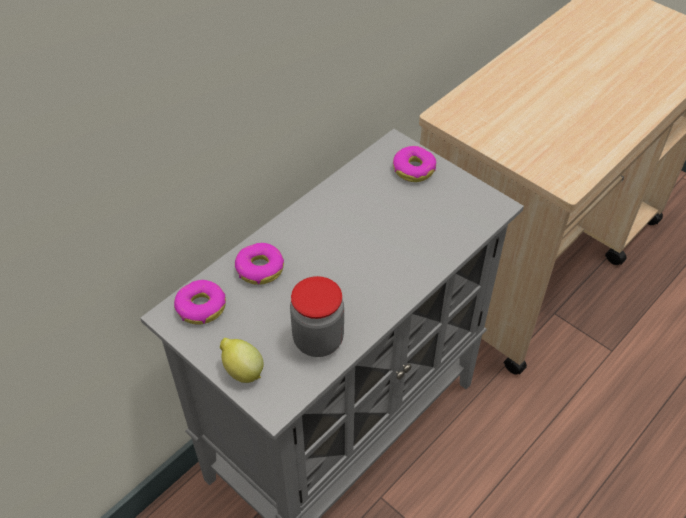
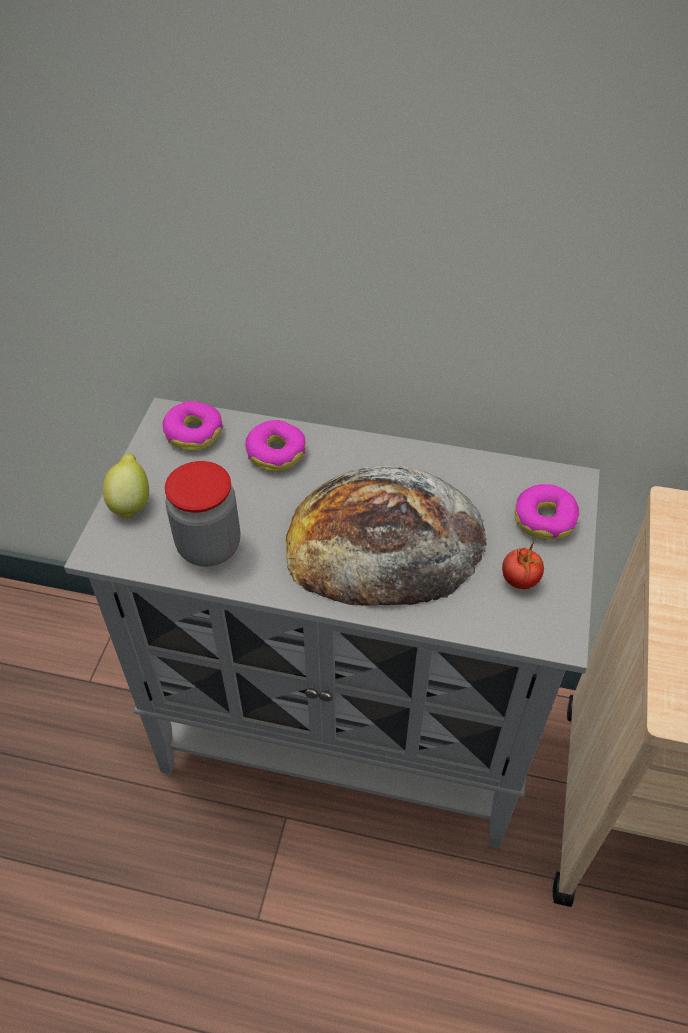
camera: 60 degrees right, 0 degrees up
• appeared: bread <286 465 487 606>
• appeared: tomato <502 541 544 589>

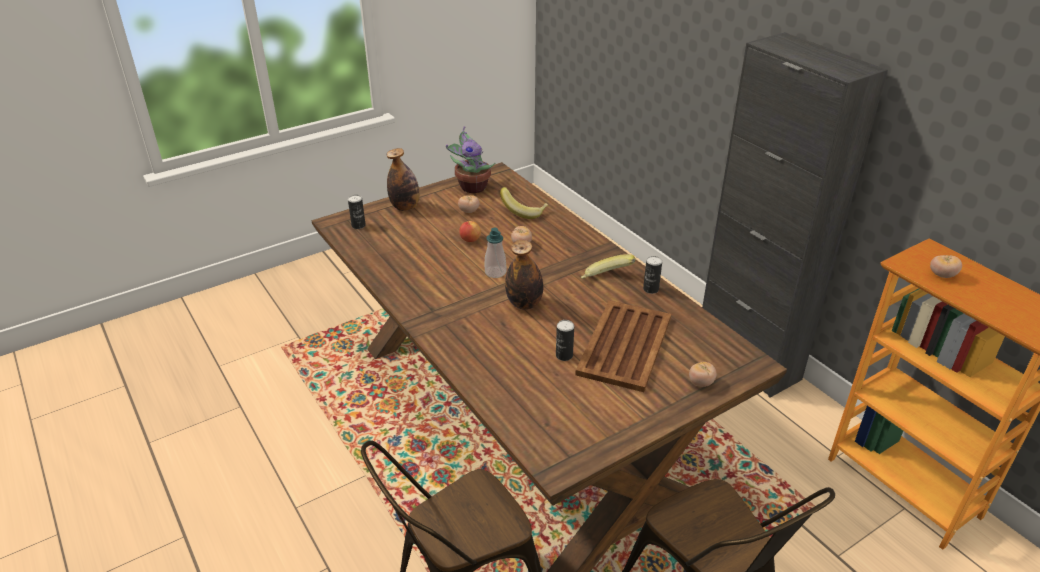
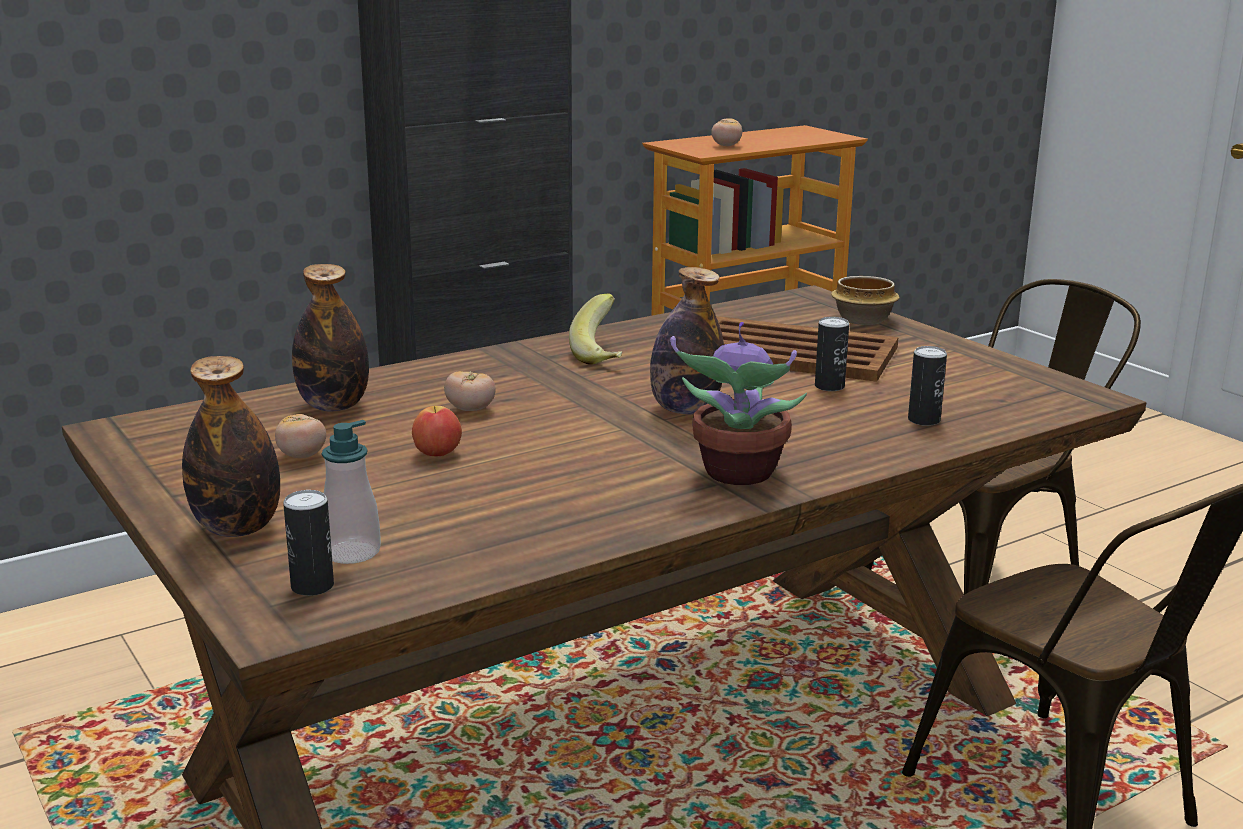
camera: 90 degrees left, 15 degrees down
• exchanged: banana <500 187 549 219> to bottle <292 264 369 412>
• relocated: soap dispenser <485 228 506 278> to <322 420 381 564>
• relocated: potted plant <446 126 496 193> to <670 322 807 485>
• exchanged: tomato <689 362 716 387> to bowl <831 276 900 325>
• relocated: can <643 256 662 294> to <908 346 947 426>

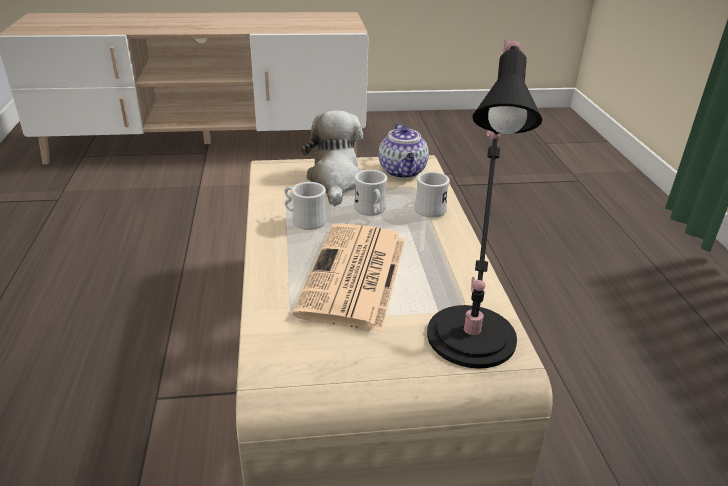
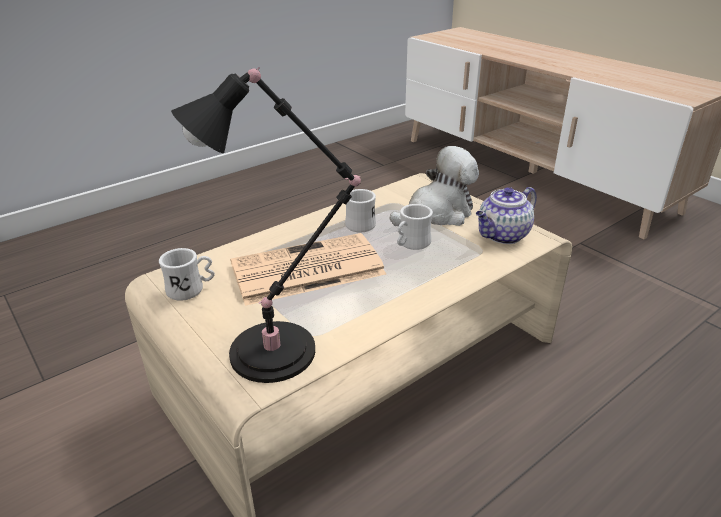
camera: 60 degrees right, 0 degrees up
• relocated: white mug <414 171 450 218> to <159 248 215 301>

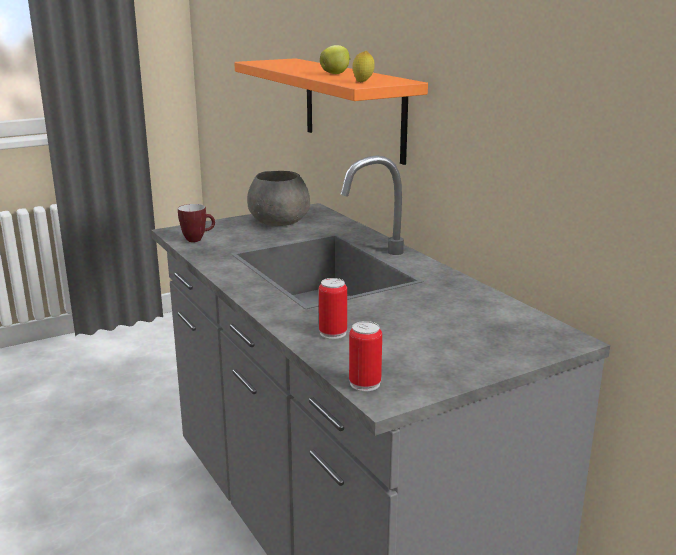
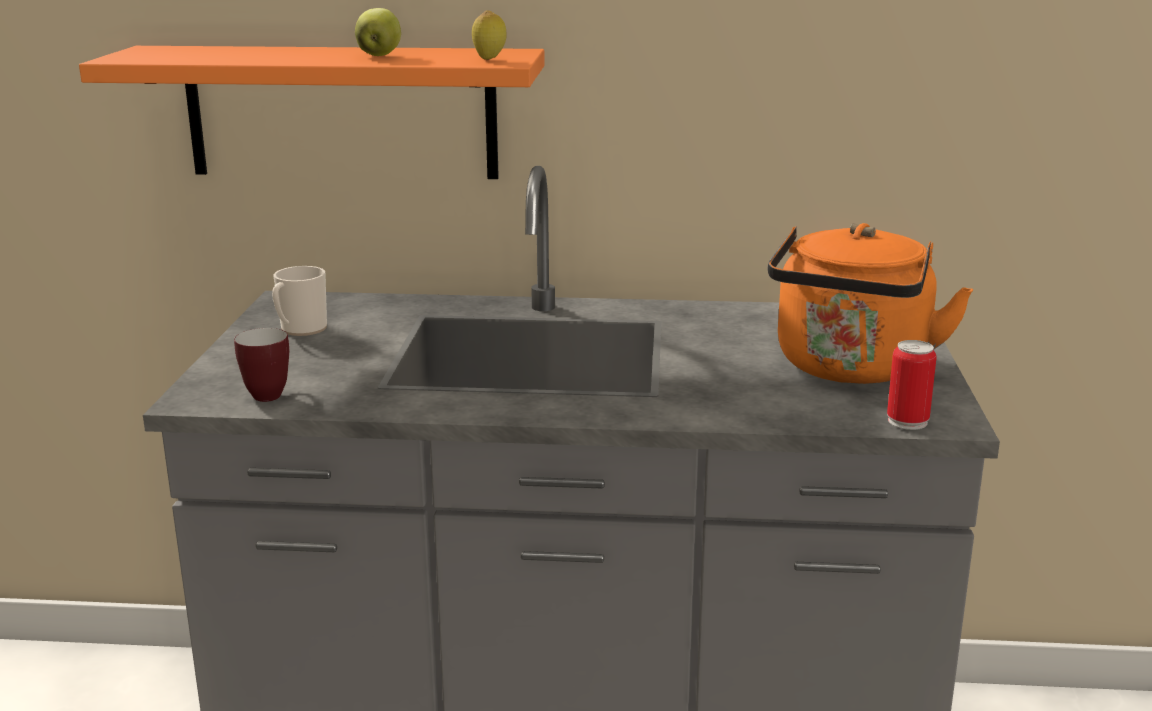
camera: 55 degrees left, 0 degrees up
• exchanged: grey bowl <247 171 310 226> to mug <272 266 327 336>
• appeared: orange kettle <768 223 973 384>
• missing: can <319 278 347 339>

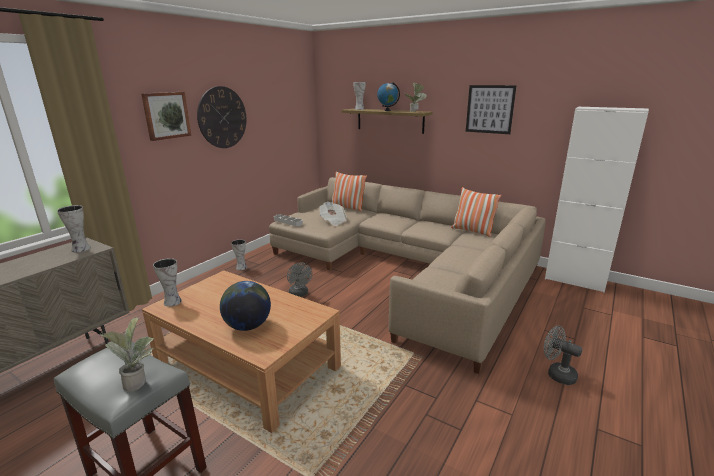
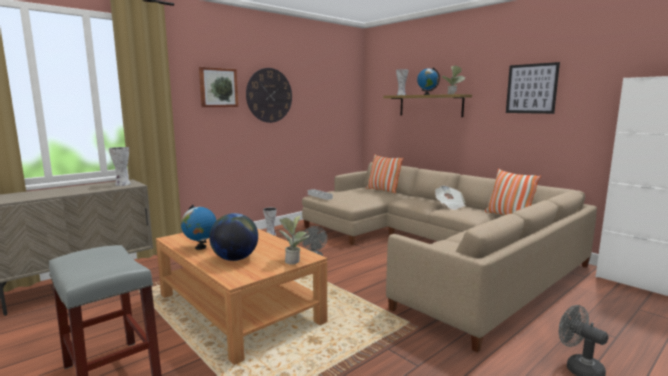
camera: 15 degrees right, 10 degrees down
• appeared: globe <181 205 217 250>
• relocated: potted plant <100 317 154 391> to <279 216 309 265>
• relocated: newspaper <319 202 347 226> to <435 186 466 210>
• missing: vase <153 258 182 307>

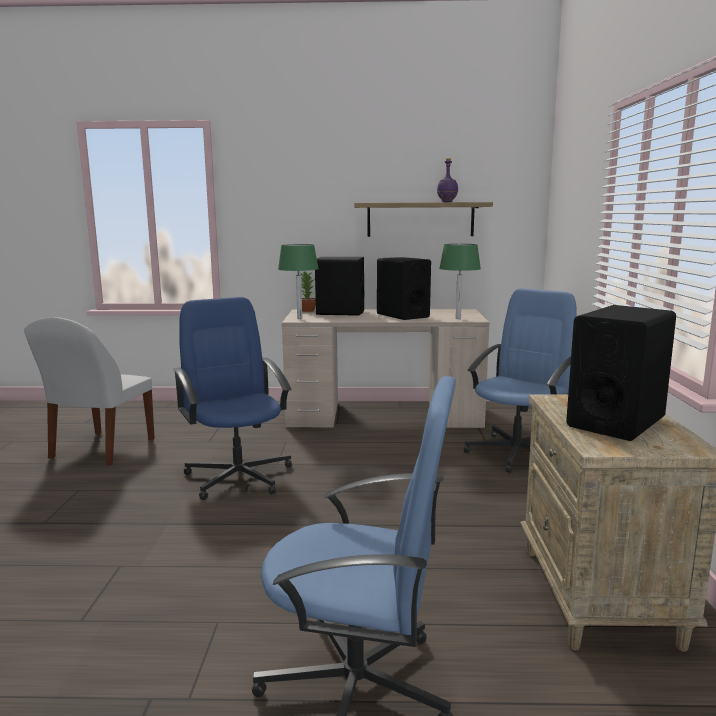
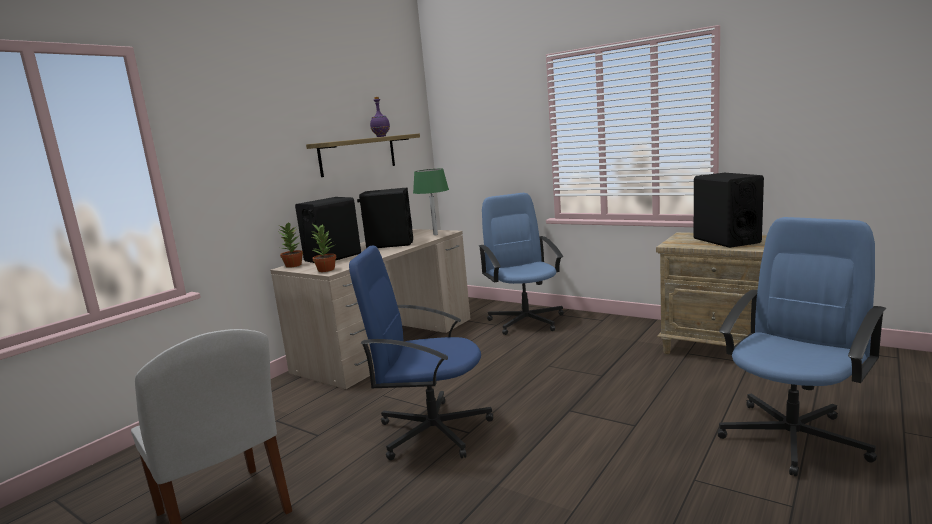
camera: 55 degrees left, 0 degrees up
• exchanged: green table lamp <278 244 319 319> to potted plant <311 224 336 272>

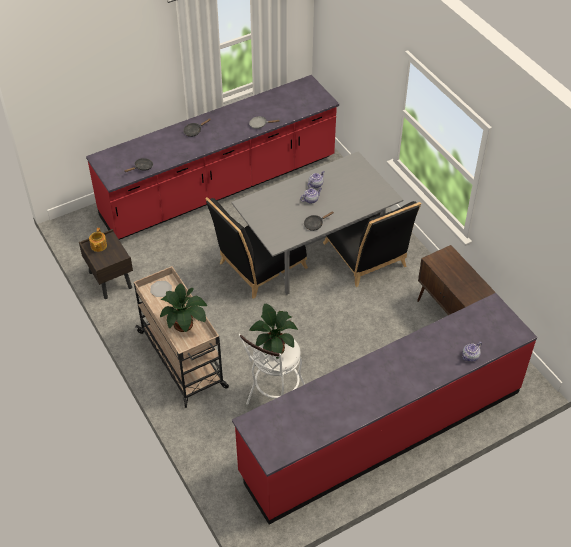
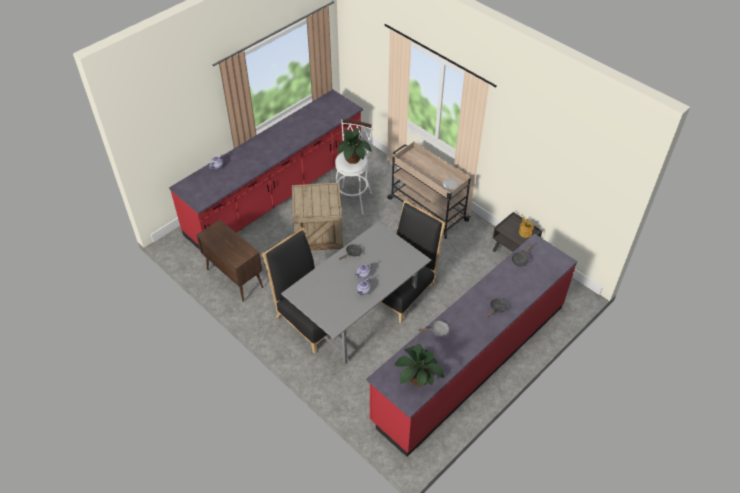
camera: 165 degrees right, 0 degrees up
• appeared: crate <292 182 343 251>
• relocated: potted plant <160 283 207 332> to <395 344 444 387>

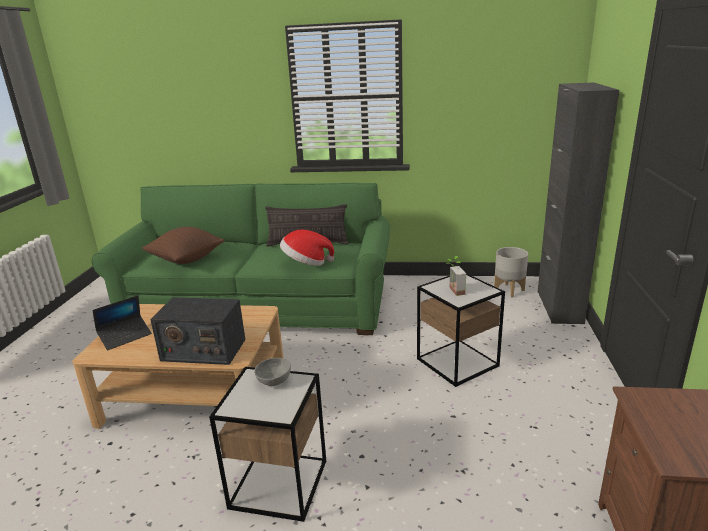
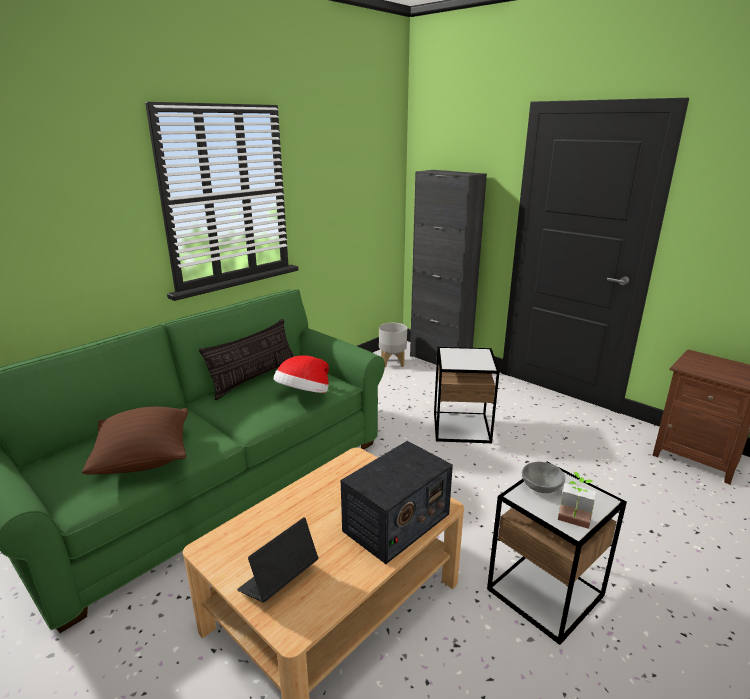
camera: 55 degrees left, 0 degrees up
• spun: laptop <93 295 152 350> = <237 517 318 603> 135 degrees counterclockwise
• relocated: potted plant <446 256 466 296> to <558 472 596 529>

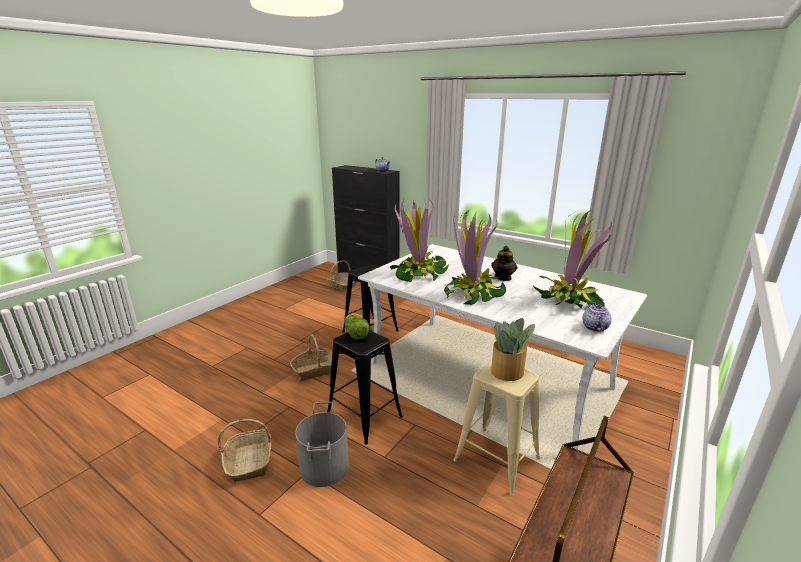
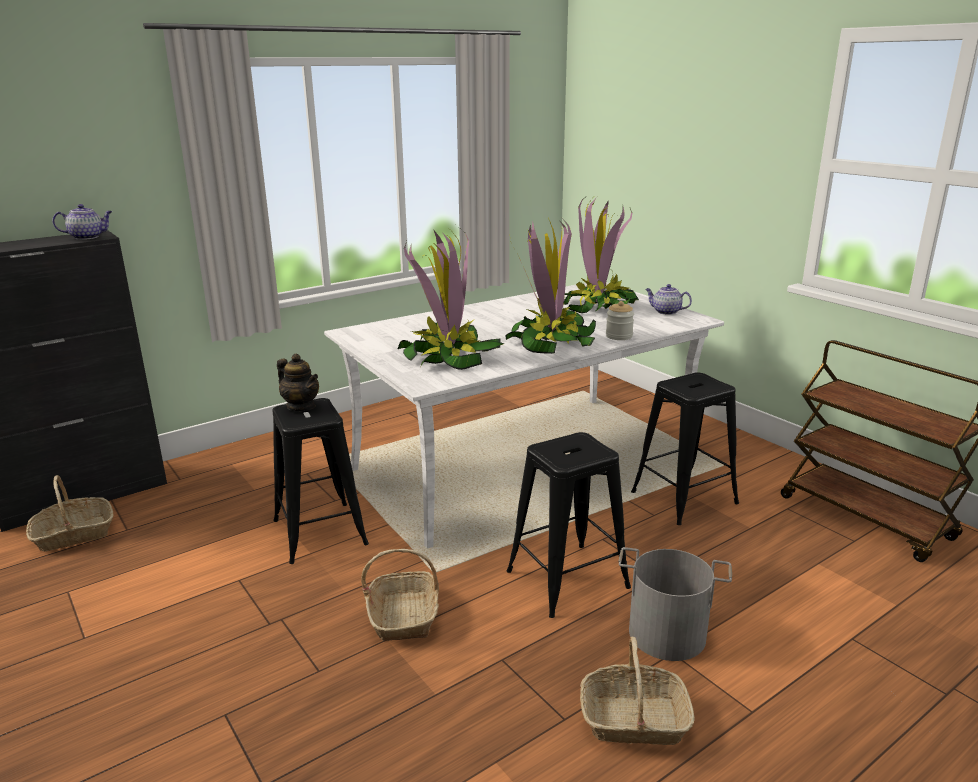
camera: 70 degrees left, 0 degrees up
• relocated: teapot <491 246 517 281> to <277 354 319 411>
• appeared: jar <606 301 634 340>
• colour: beige stool <454 359 540 495> to black stool <631 372 739 525>
• missing: lettuce <344 315 369 339>
• missing: potted plant <491 318 535 381>

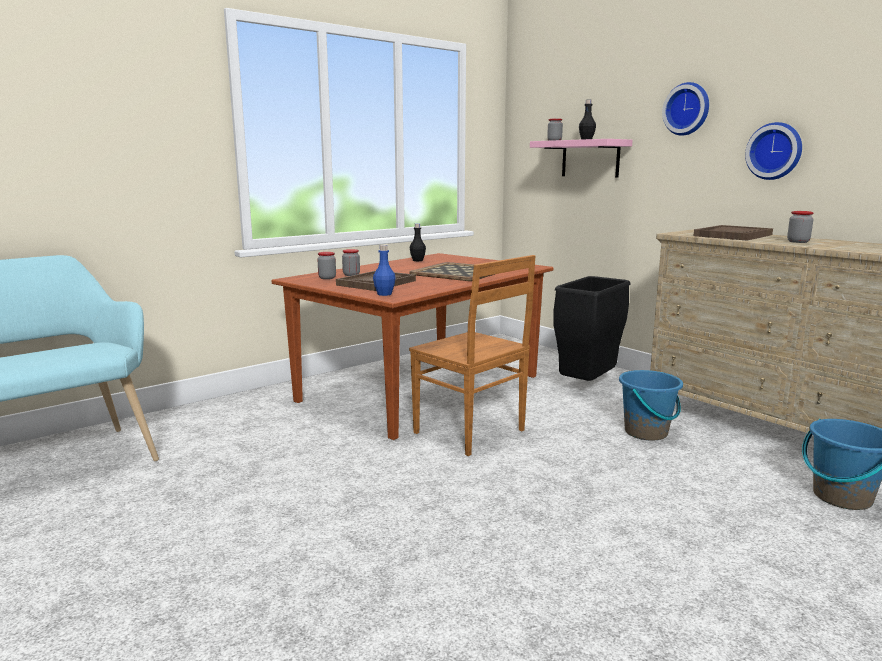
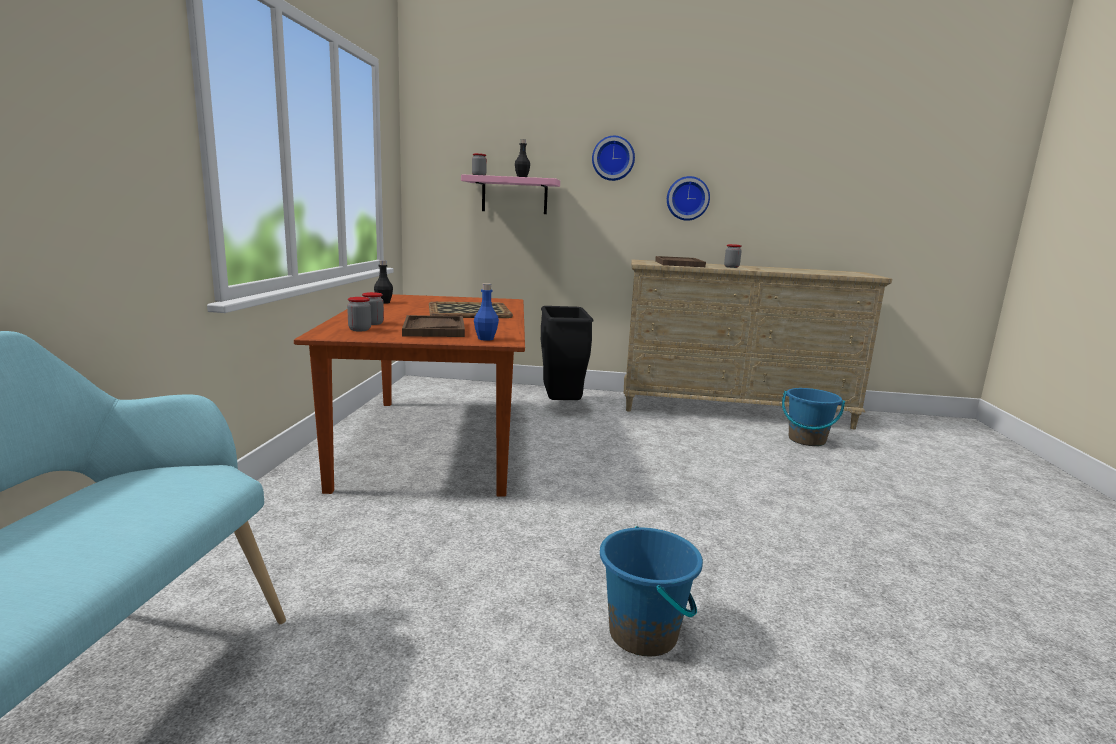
camera: 45 degrees left, 0 degrees up
• relocated: blue bucket <619 370 683 441> to <600 526 703 657>
• missing: brown chair <409 255 536 456>

